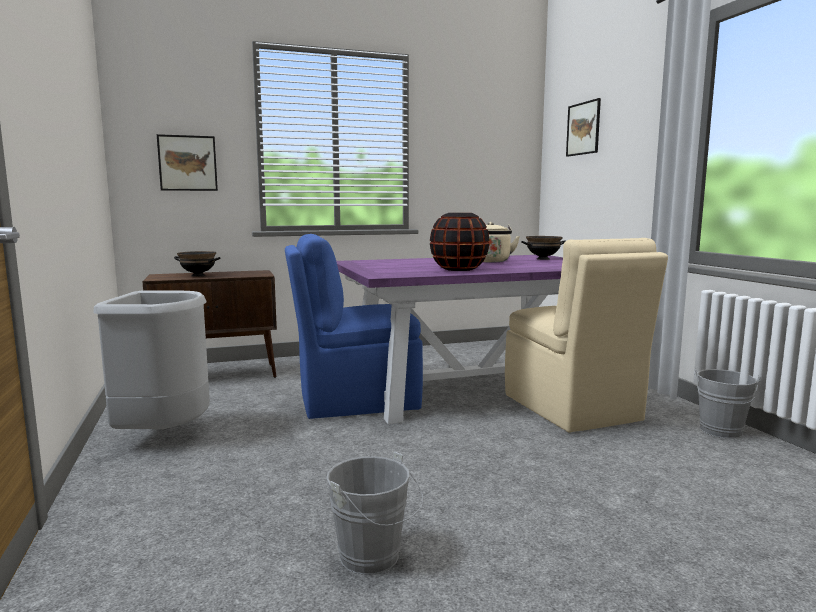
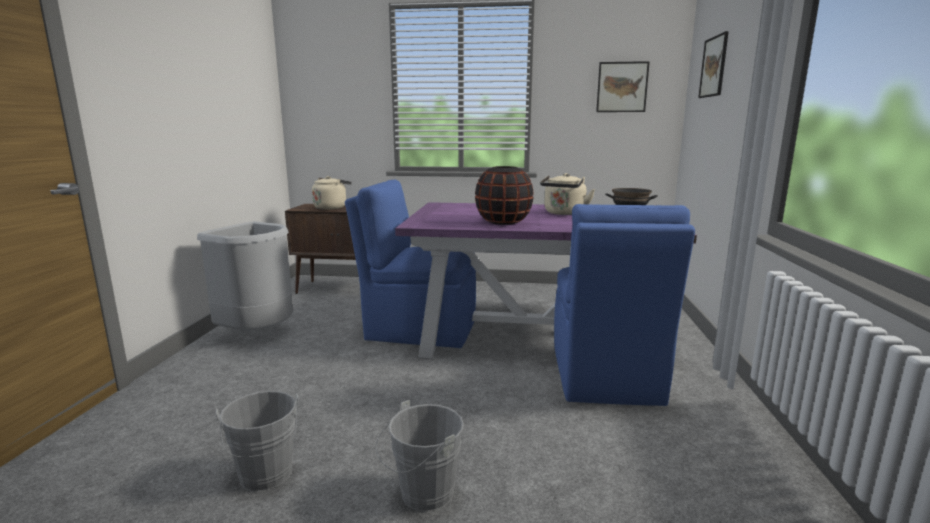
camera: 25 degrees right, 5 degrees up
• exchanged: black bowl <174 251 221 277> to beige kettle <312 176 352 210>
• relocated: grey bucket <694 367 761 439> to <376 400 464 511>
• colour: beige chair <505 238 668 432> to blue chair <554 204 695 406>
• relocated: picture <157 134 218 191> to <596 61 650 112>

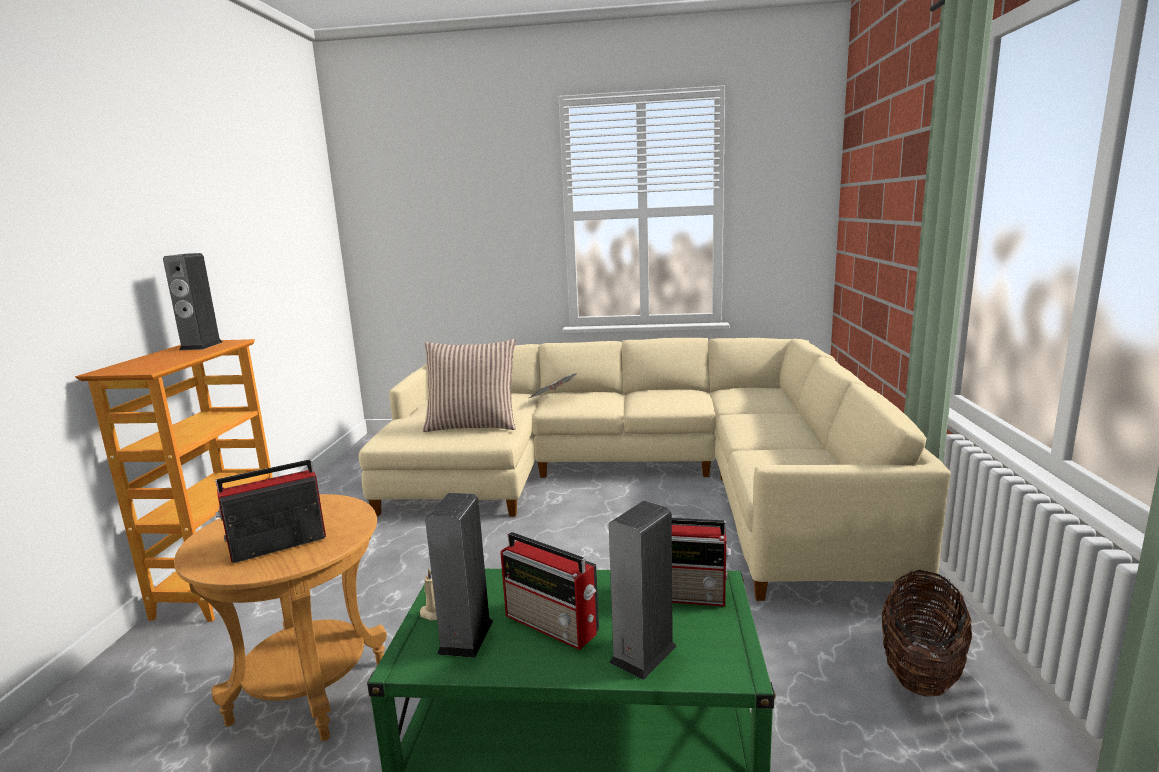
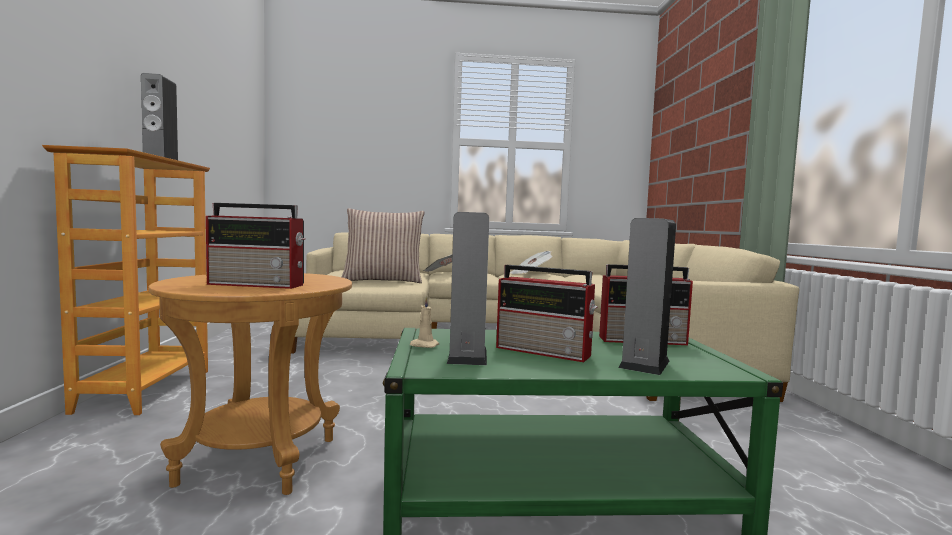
camera: 10 degrees left, 10 degrees down
• spun: radio <215 459 326 563> = <206 203 306 289> 135 degrees counterclockwise
• appeared: newspaper <510 251 552 274>
• missing: basket <882 570 972 697>

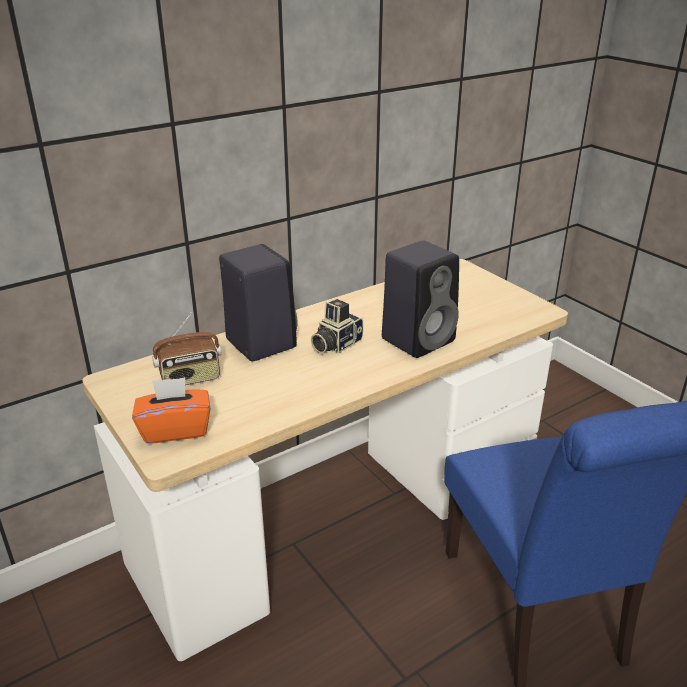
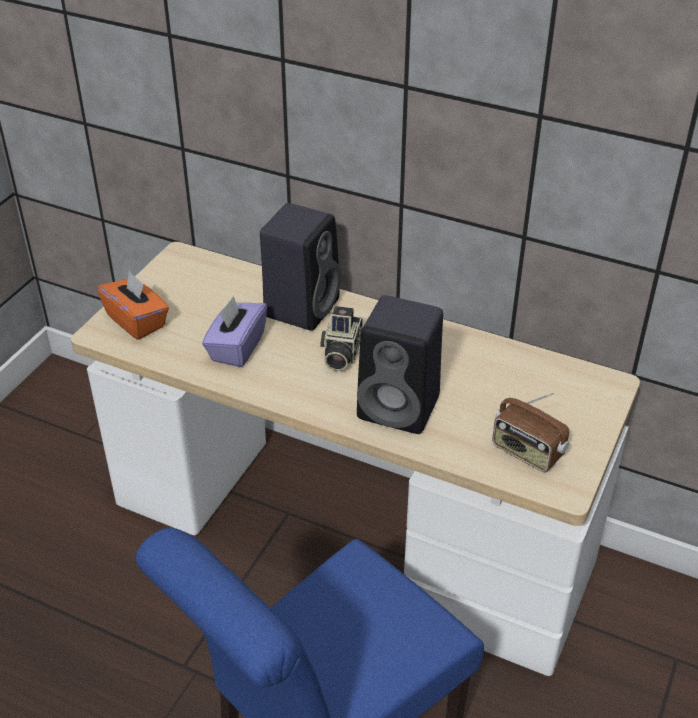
camera: 60 degrees right, 10 degrees up
• appeared: purple tissue box <202 296 267 367>
• spun: photo camera <311 299 363 353> = <320 306 363 371> 90 degrees counterclockwise
• relocated: radio <152 312 222 385> to <492 393 569 472>

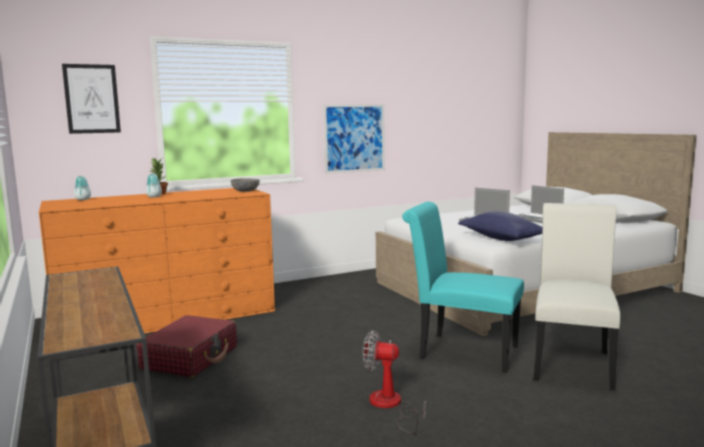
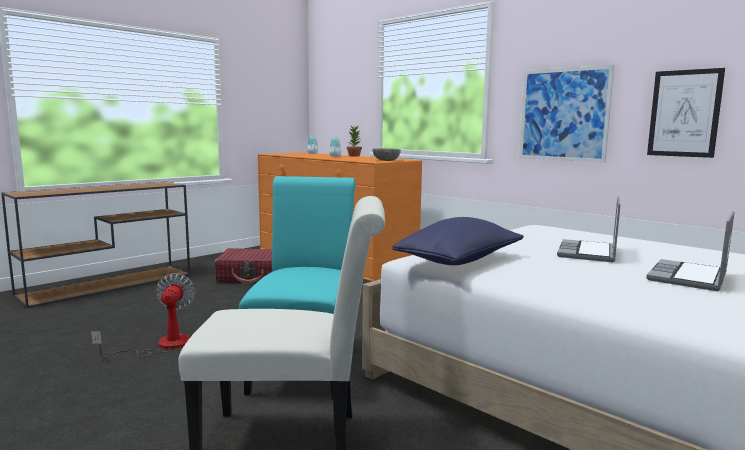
camera: 70 degrees right, 0 degrees up
• relocated: picture <62 64 121 134> to <647 68 725 158>

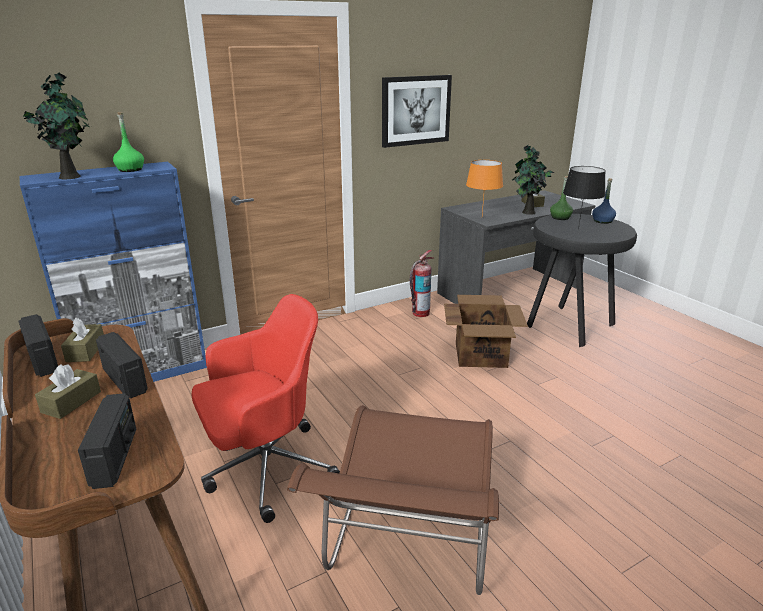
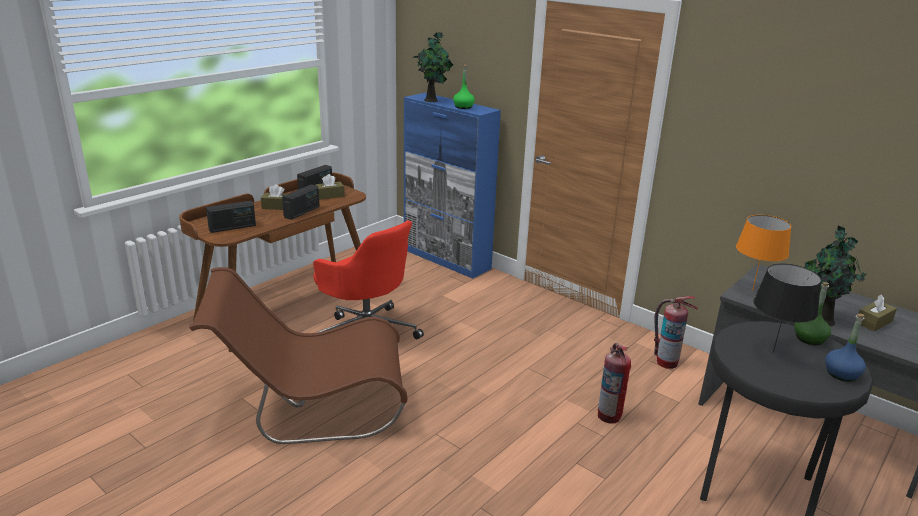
camera: 70 degrees right, 0 degrees up
• exchanged: cardboard box <444 295 528 368> to fire extinguisher <598 343 631 424>
• missing: picture <382 75 452 148>

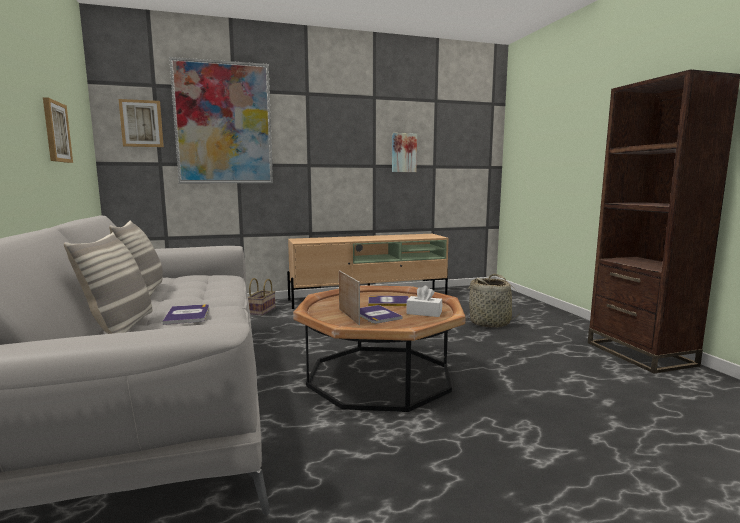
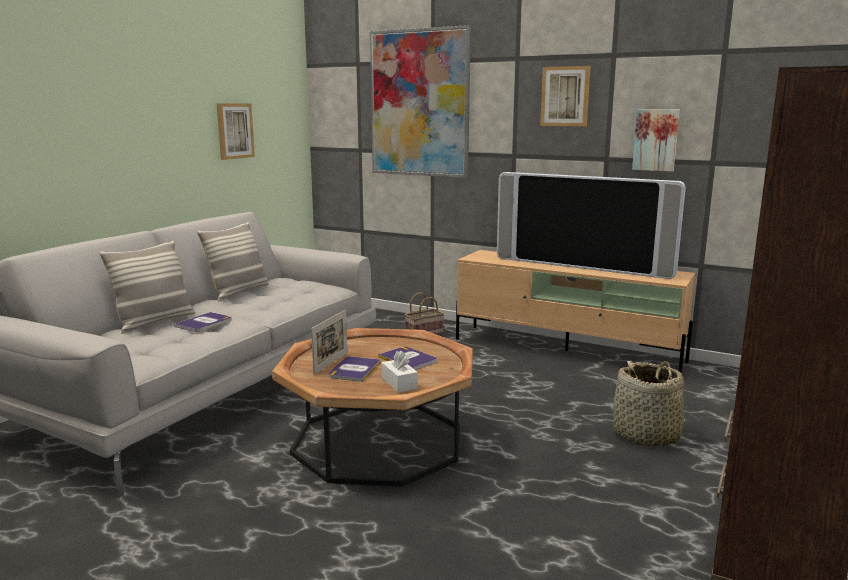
camera: 45 degrees right, 5 degrees up
• appeared: television <497 172 686 279>
• relocated: picture <119 99 164 147> to <540 66 591 126>

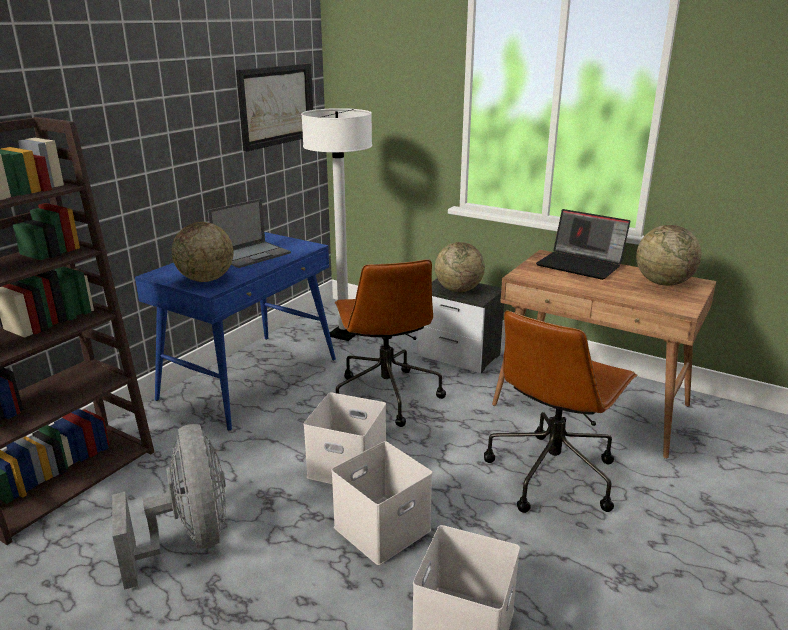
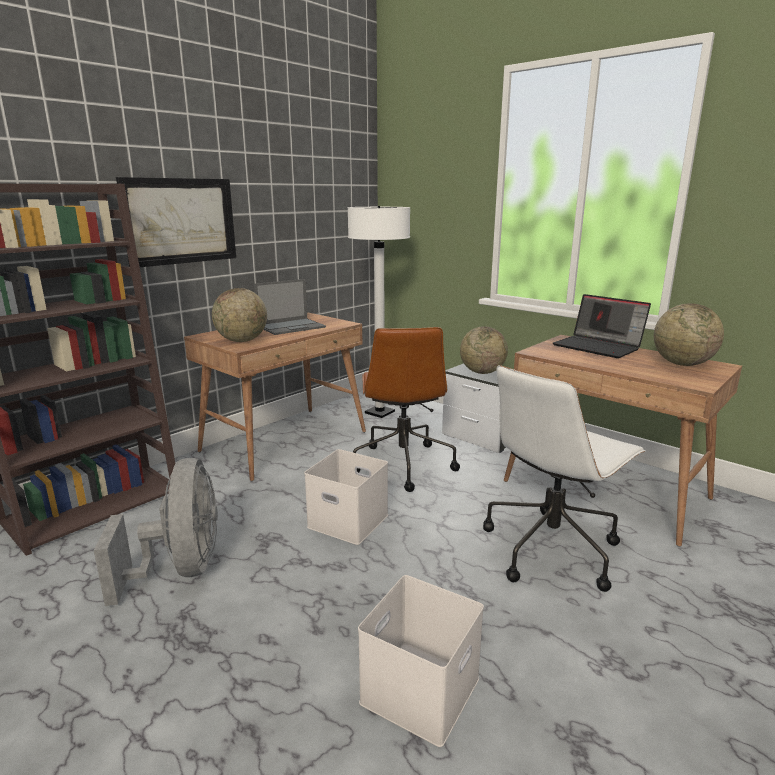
camera: 10 degrees right, 5 degrees down
• relocated: picture <236 64 313 152> to <116 177 236 267>
• colour: blue desk <135 232 336 431> to brown desk <184 312 366 481>
• colour: brown office chair <484 310 637 513> to white office chair <483 365 646 592>
• missing: white storage box <331 441 432 565>

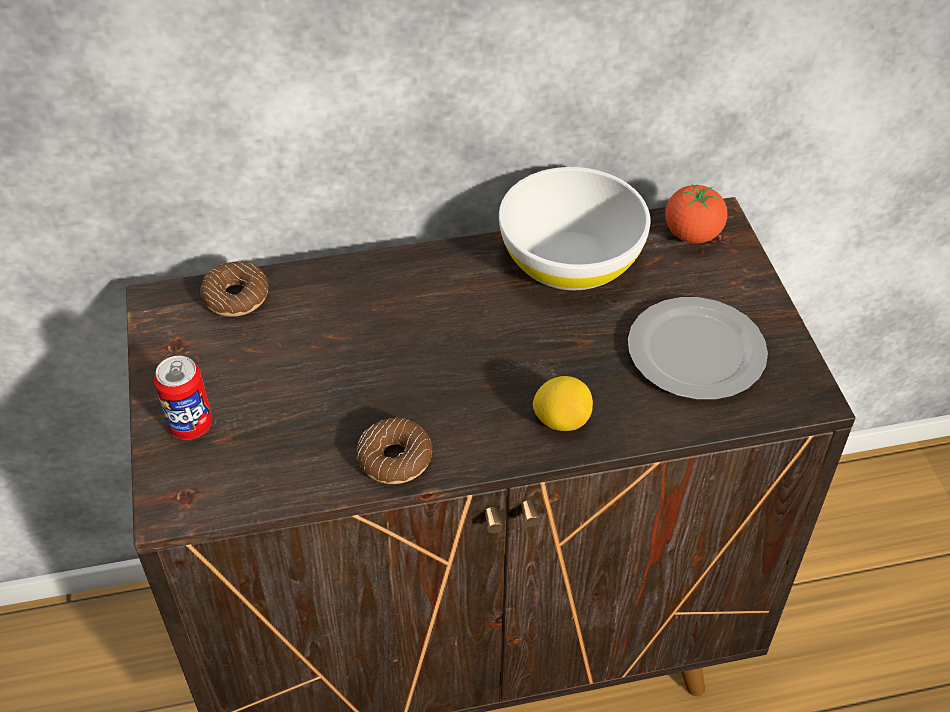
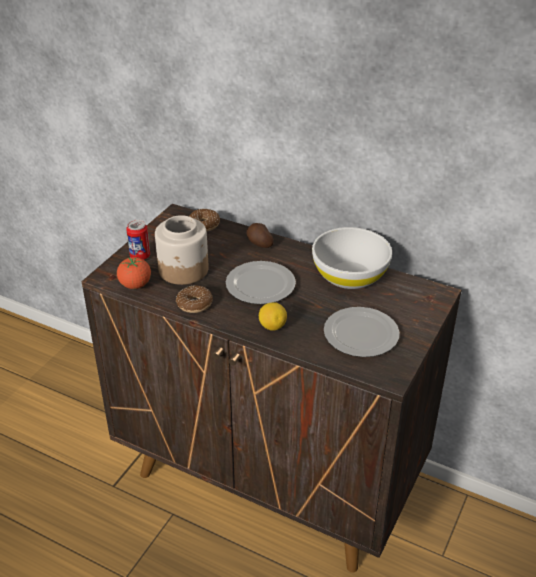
camera: 40 degrees right, 10 degrees down
• relocated: tomato <665 185 727 243> to <117 257 151 289>
• appeared: jar <155 215 209 285>
• appeared: plate <226 261 296 304>
• appeared: potato <246 223 274 248>

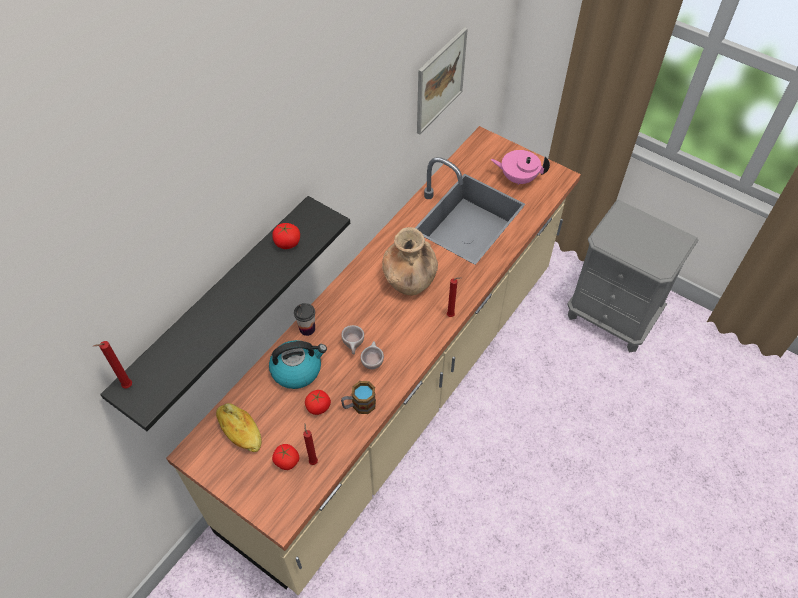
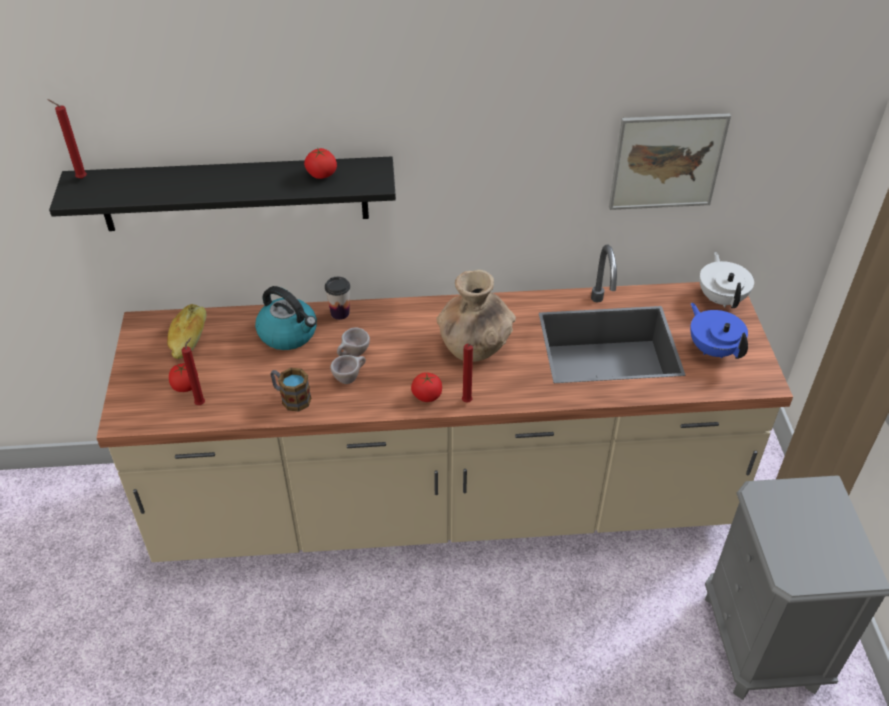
camera: 50 degrees right, 10 degrees down
• relocated: tomato <305 390 331 415> to <411 372 442 402>
• colour: pink teapot <491 150 550 185> to blue teapot <690 303 748 359>
• appeared: white teapot <699 252 754 308>

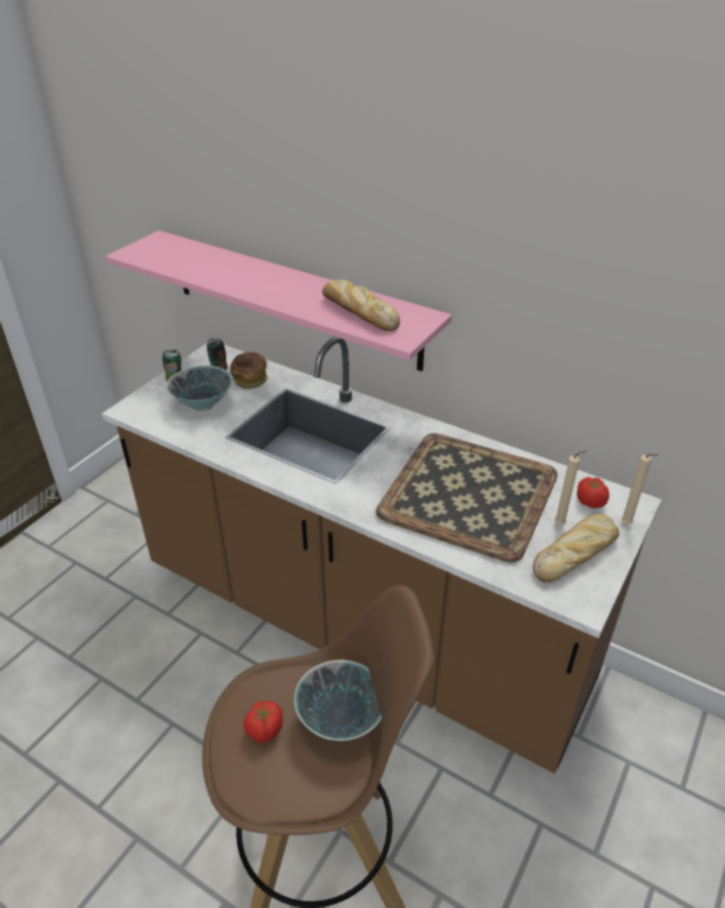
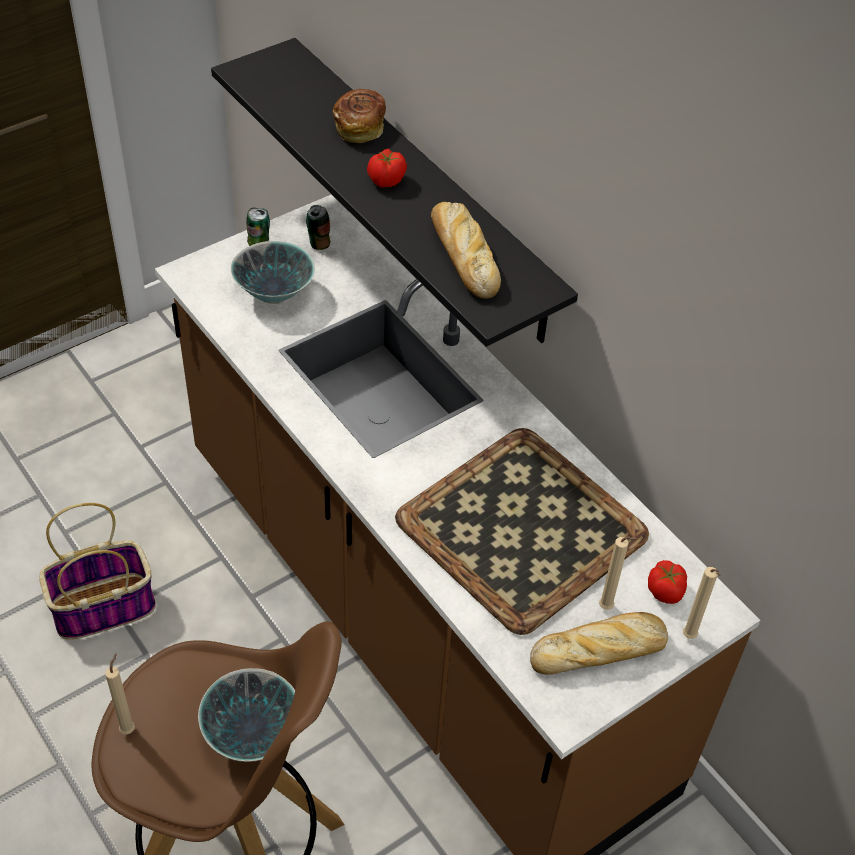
camera: 20 degrees right, 10 degrees up
• appeared: basket <39 503 156 640>
• appeared: beige candle <105 654 135 735>
• colour: pink shelf <106 230 452 371> to black shelf <211 38 578 347>
• relocated: bread <230 352 268 389> to <333 89 386 143>
• relocated: tomato <243 701 283 743> to <367 149 407 187>

